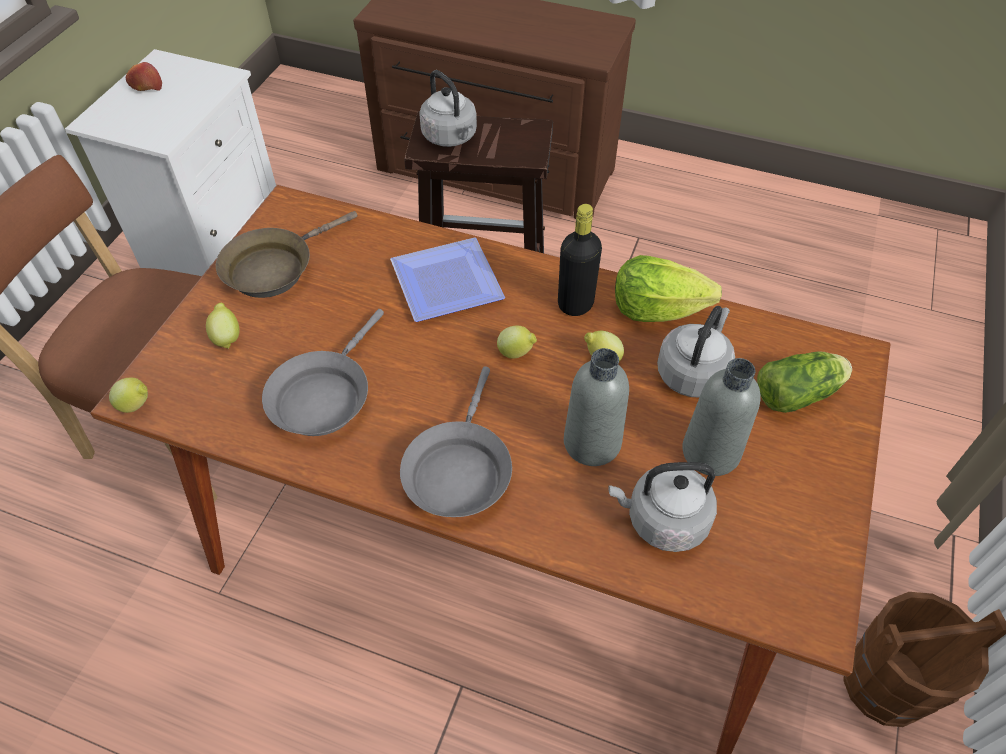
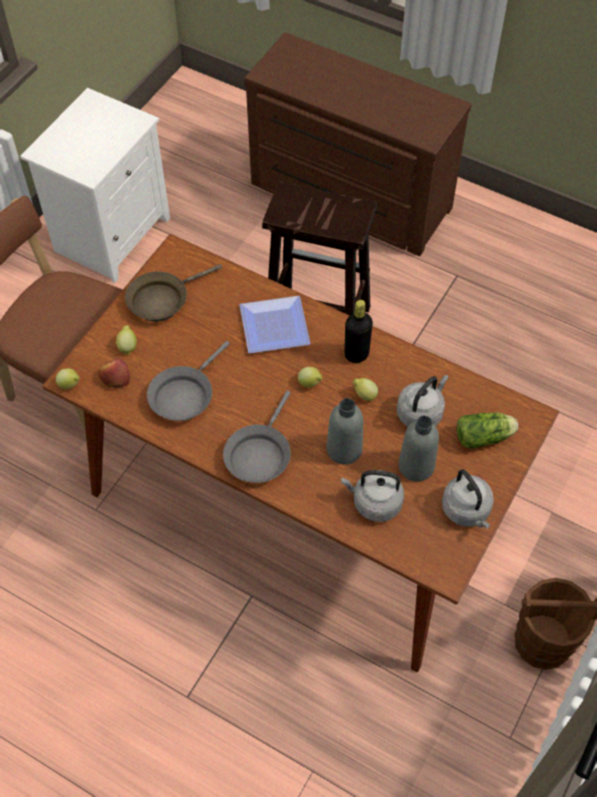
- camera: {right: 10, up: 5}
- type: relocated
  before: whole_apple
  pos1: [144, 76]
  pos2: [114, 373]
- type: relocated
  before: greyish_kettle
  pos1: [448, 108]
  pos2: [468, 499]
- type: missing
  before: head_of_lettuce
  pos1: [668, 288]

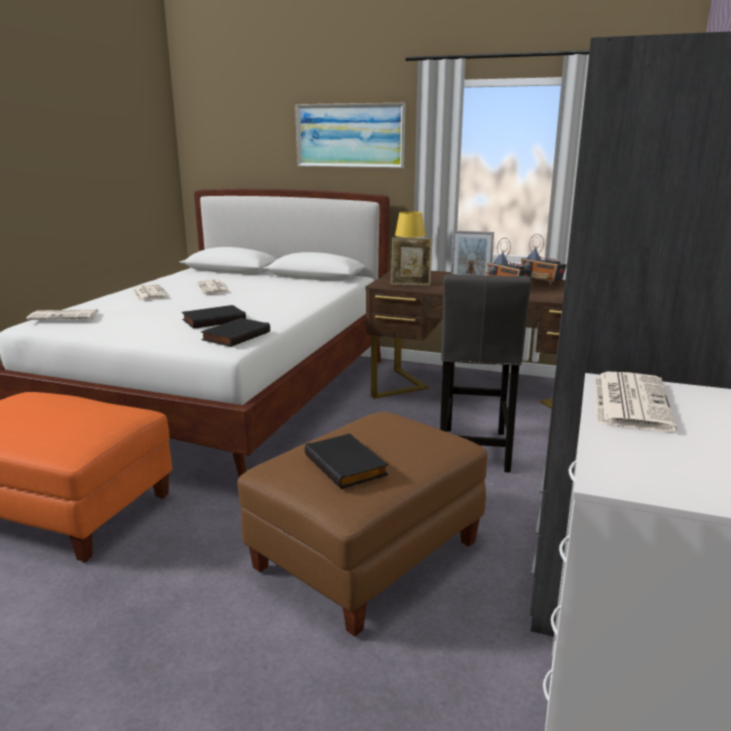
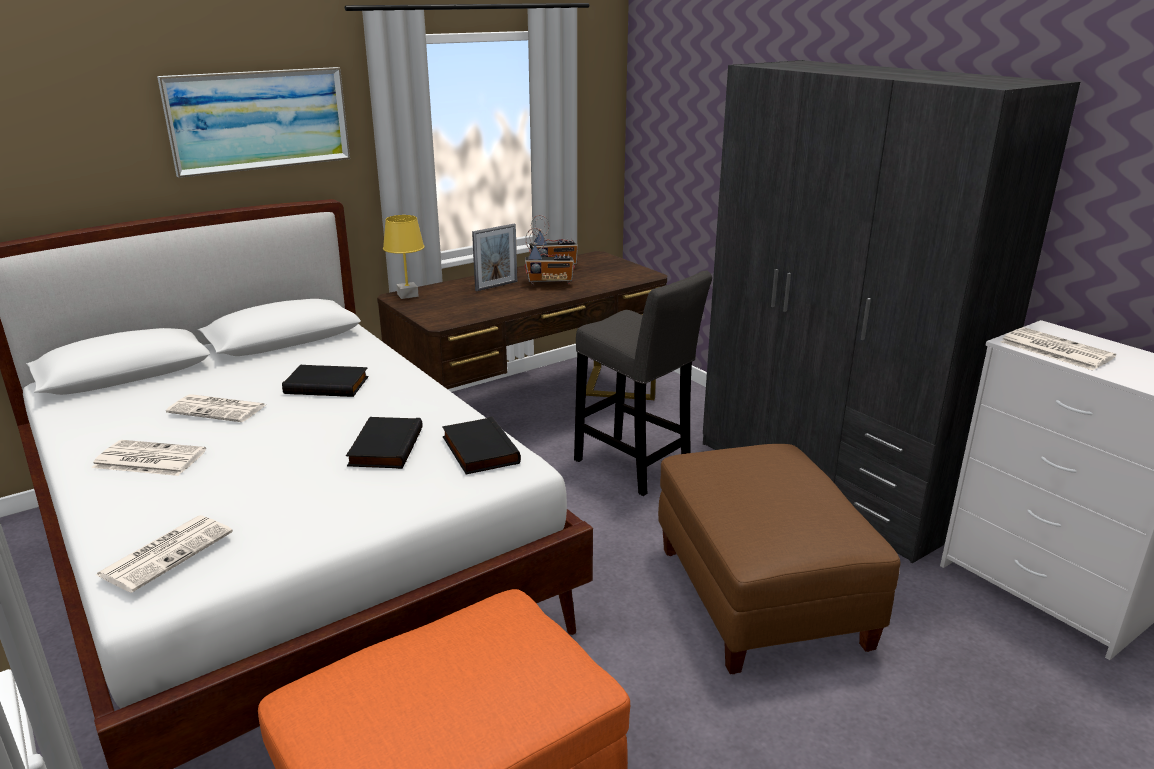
- camera: {right: -55, up: 5}
- type: missing
  before: photo_frame
  pos1: [411, 261]
- type: relocated
  before: black-coloured_bound_book
  pos1: [346, 461]
  pos2: [325, 381]

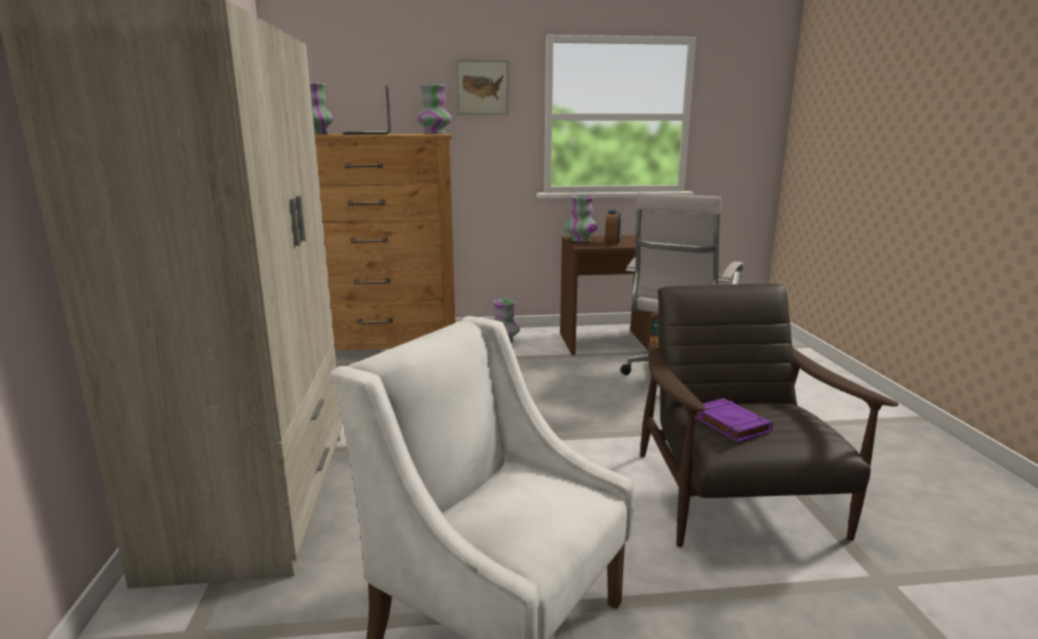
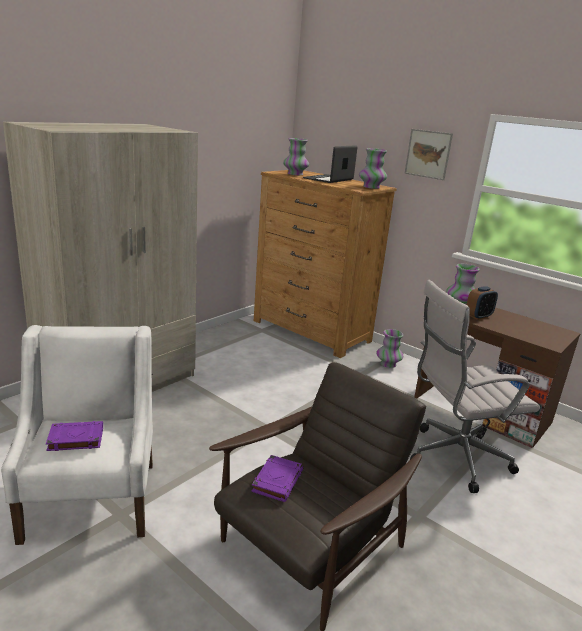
- camera: {right: 45, up: 5}
- type: appeared
  after: purplish_bound_book
  pos2: [74, 436]

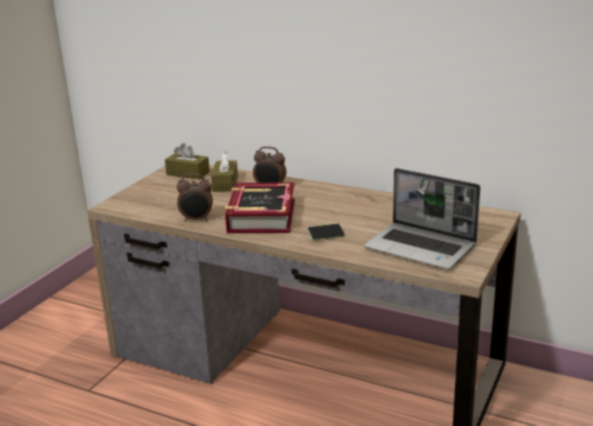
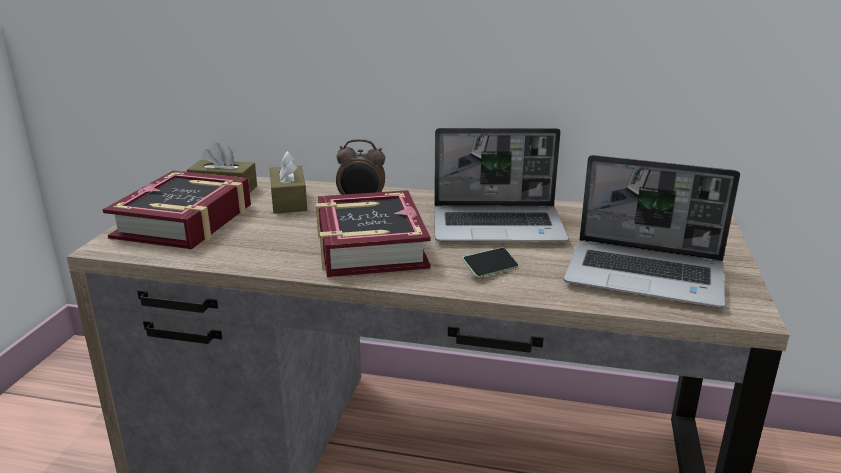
- camera: {right: -15, up: 0}
- type: missing
  before: alarm_clock
  pos1: [195, 198]
- type: appeared
  after: laptop
  pos2: [501, 185]
- type: appeared
  after: bound_book
  pos2: [177, 210]

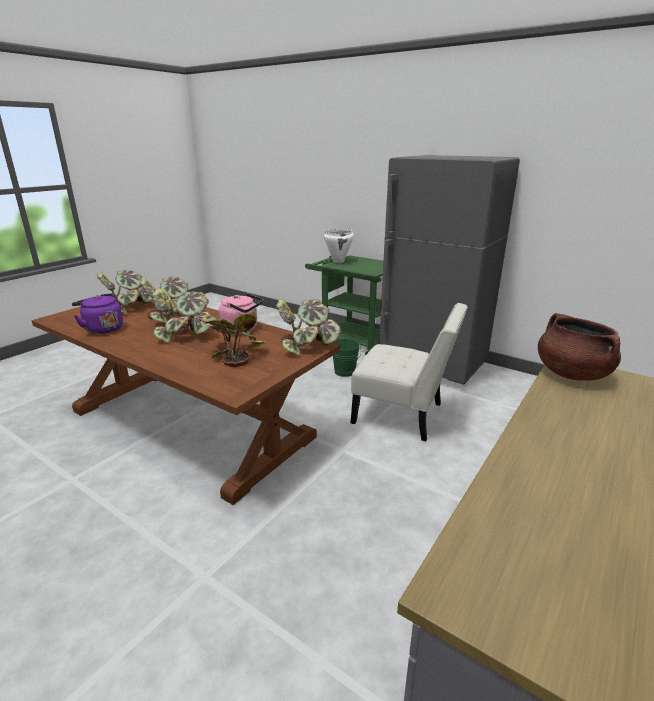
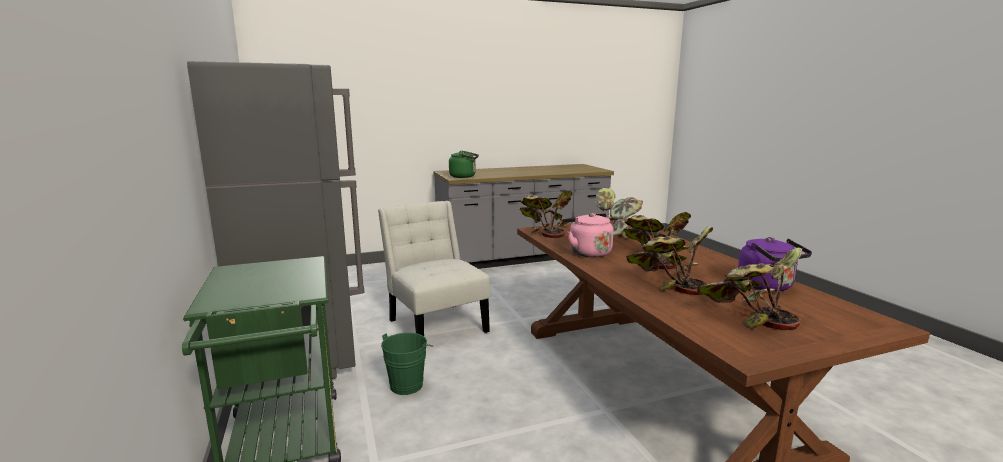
- camera: {right: -145, up: -10}
- type: missing
  before: whitish_stockpot
  pos1: [338, 246]
- type: exchanged
  before: brownish_stockpot
  after: green_kettle
  pos1: [579, 347]
  pos2: [464, 164]

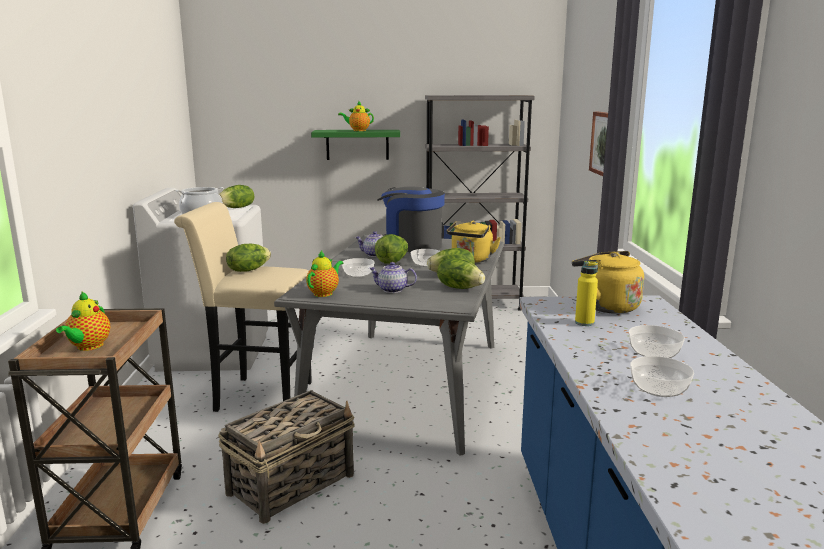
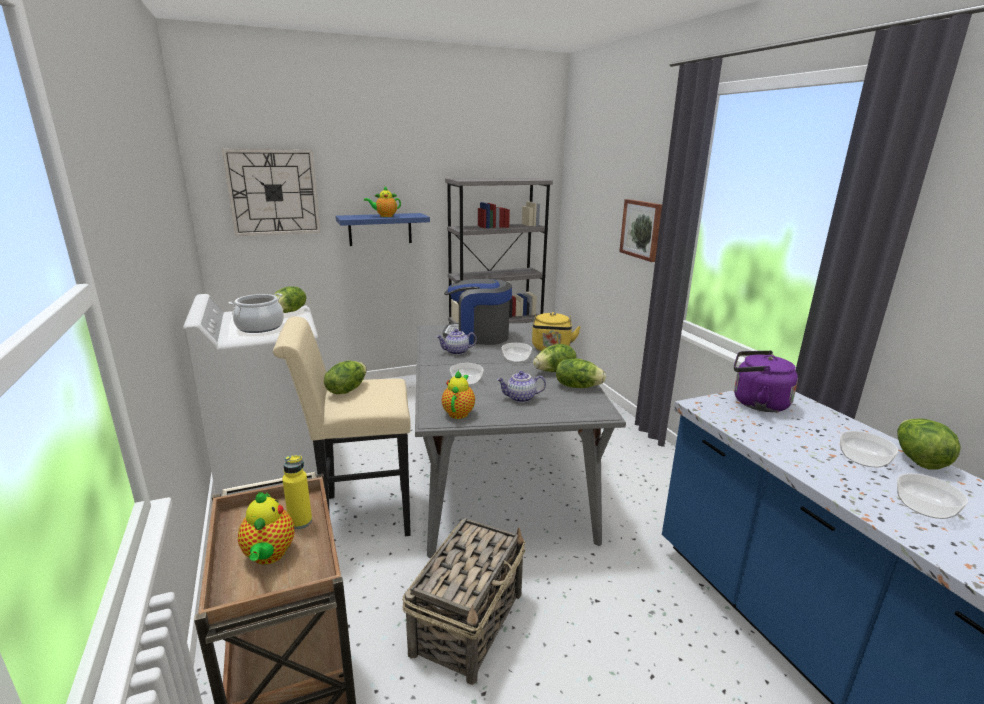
- camera: {right: -20, up: 5}
- type: colour
  before: green_bracket_shelf
  after: blue_bracket_shelf
  pos1: [355, 145]
  pos2: [383, 229]
- type: relocated
  before: head_of_lettuce
  pos1: [391, 249]
  pos2: [929, 443]
- type: colour
  before: yellowish_kettle
  after: purplish_kettle
  pos1: [608, 282]
  pos2: [766, 381]
- type: relocated
  before: yellowish_beverage_bottle
  pos1: [586, 293]
  pos2: [297, 492]
- type: appeared
  after: clock_on_the_wall
  pos2: [271, 192]

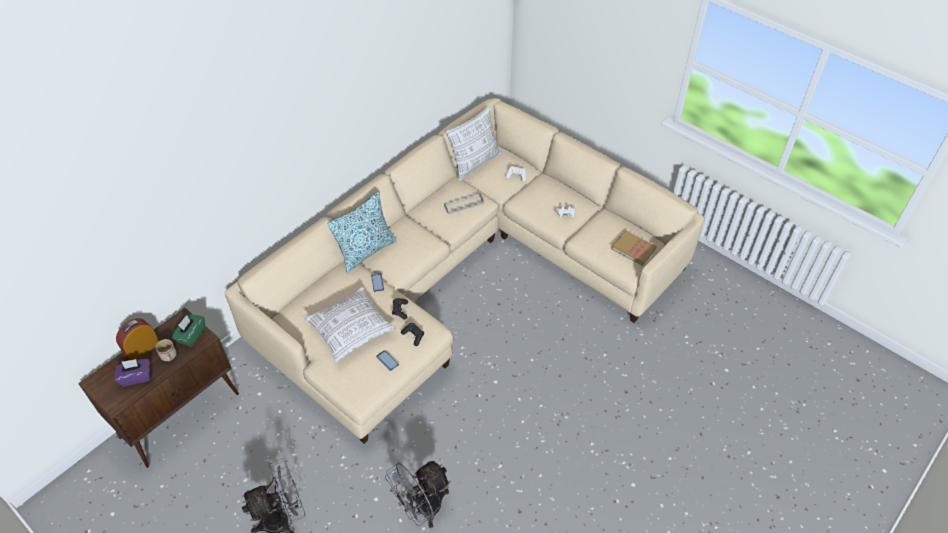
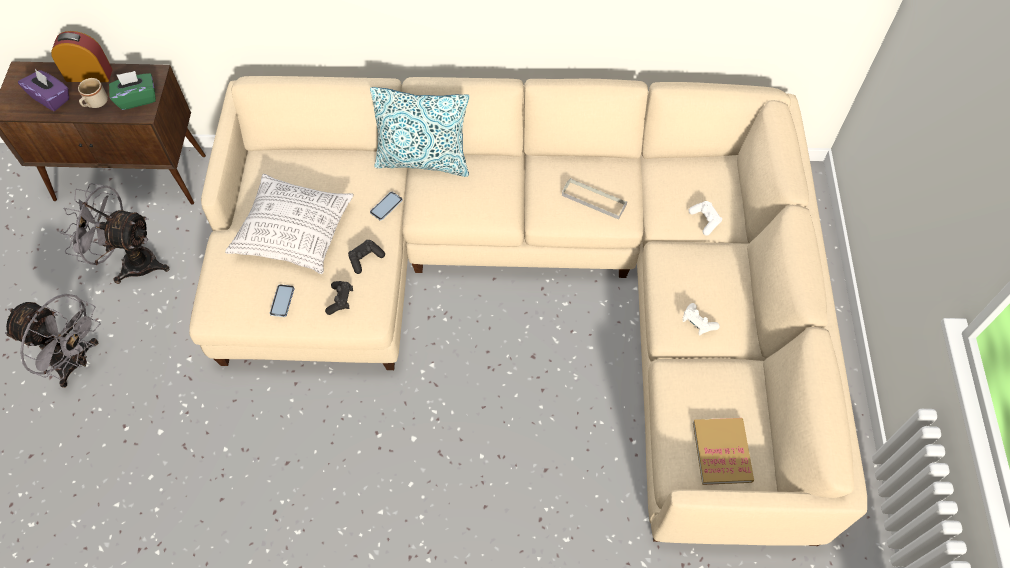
- camera: {right: 50, up: 10}
- type: missing
  before: cushion
  pos1: [474, 143]
- type: relocated
  before: greyish_fan
  pos1: [418, 494]
  pos2: [114, 233]

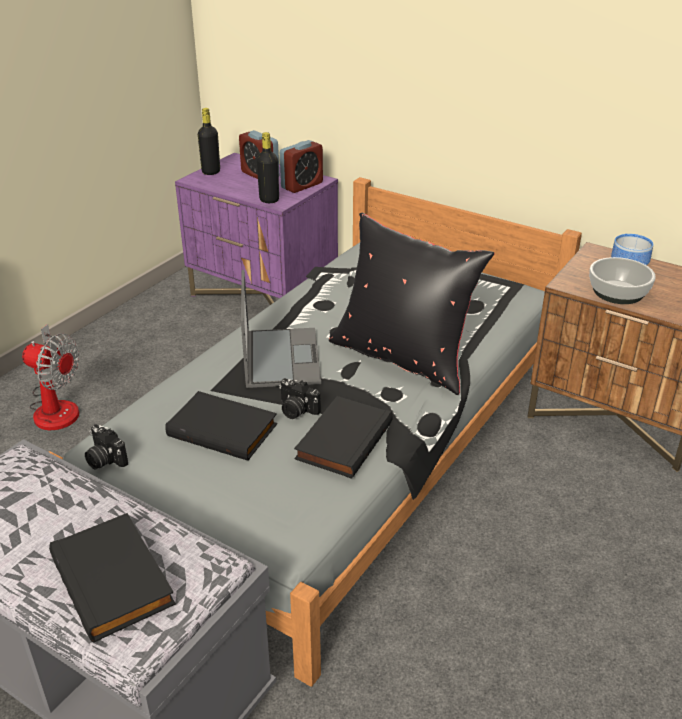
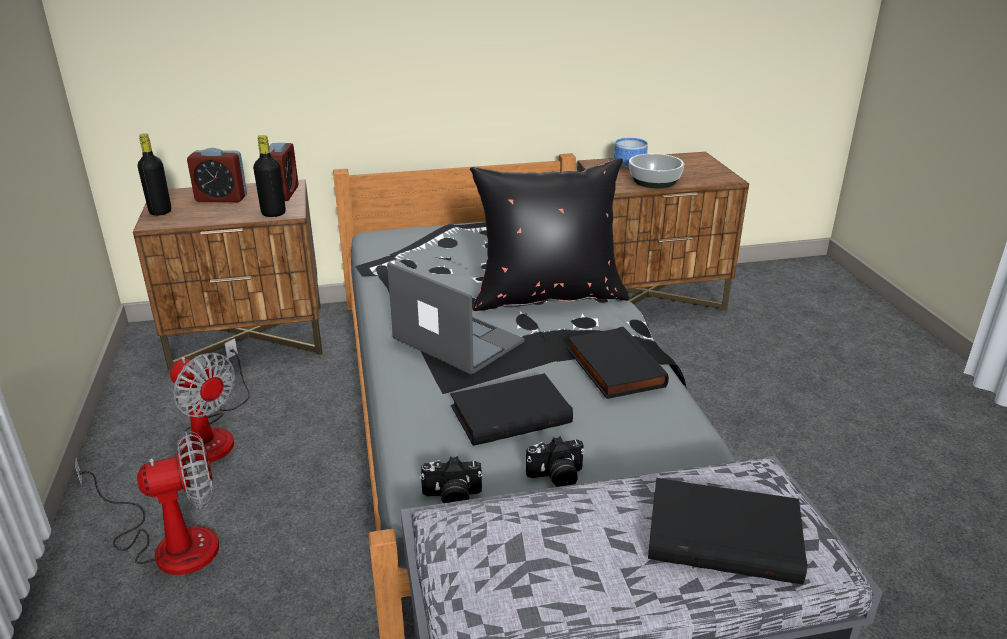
- camera: {right: -45, up: -5}
- type: colour
  before: purplish_bedside_table
  after: brownish_bedside_table
  pos1: [256, 229]
  pos2: [228, 276]
- type: relocated
  before: still_camera
  pos1: [300, 398]
  pos2: [555, 461]
- type: appeared
  after: fan
  pos2: [210, 400]

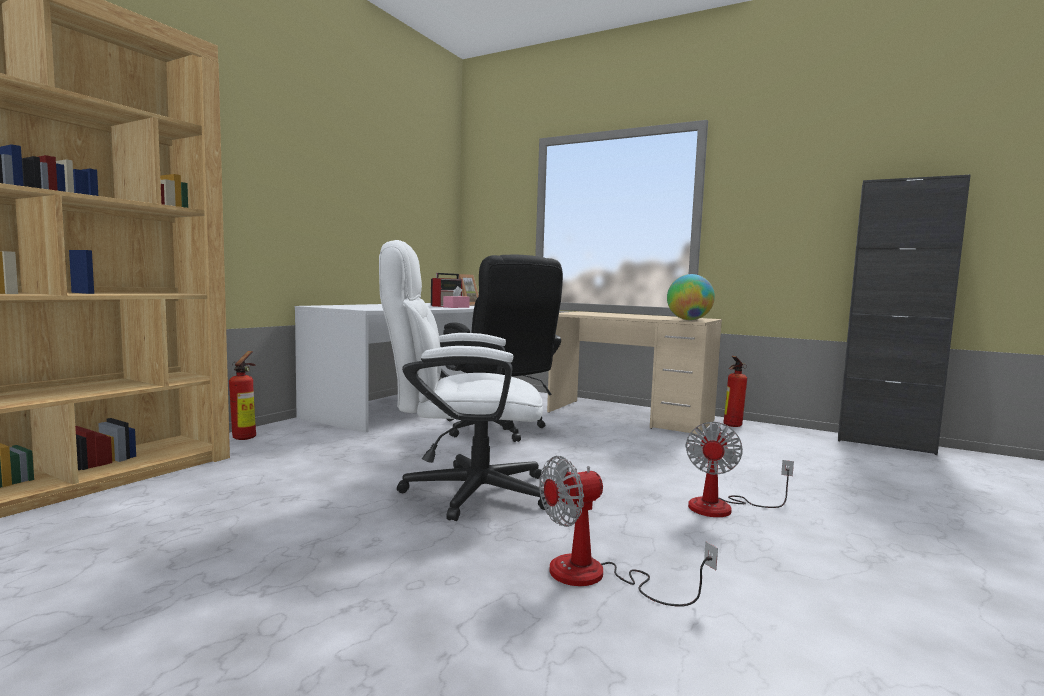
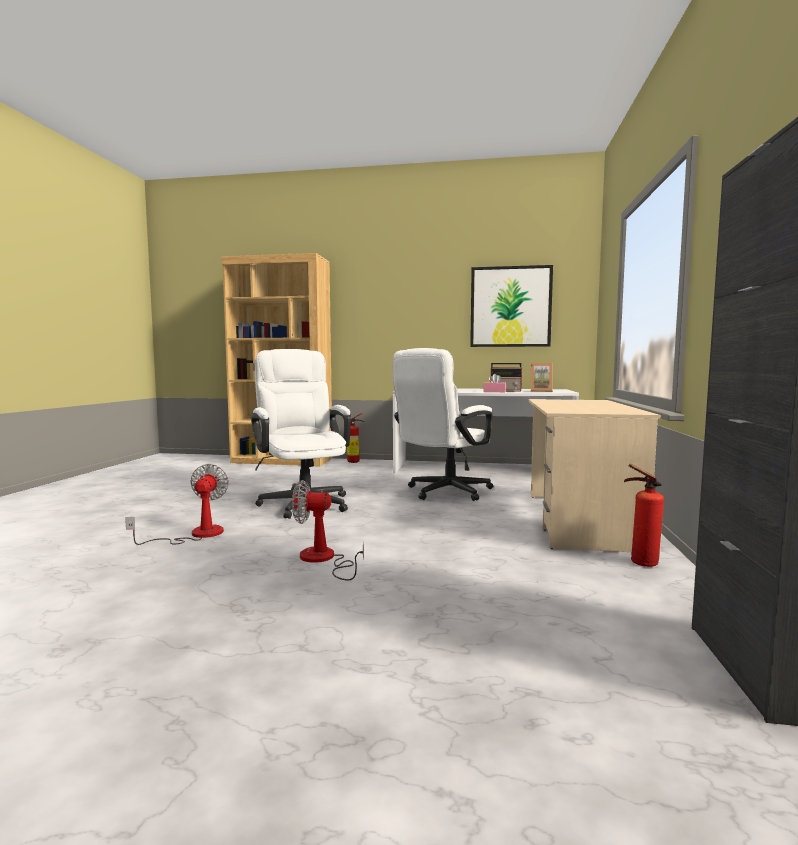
- camera: {right: 70, up: 0}
- type: colour
  before: black-coloured_office_chair
  after: whitish_office_chair
  pos1: [503, 348]
  pos2: [442, 424]
- type: missing
  before: world_globe
  pos1: [691, 297]
- type: spun
  before: fan
  pos1: [628, 531]
  pos2: [177, 504]
  turn: 45
- type: appeared
  after: picture
  pos2: [511, 306]

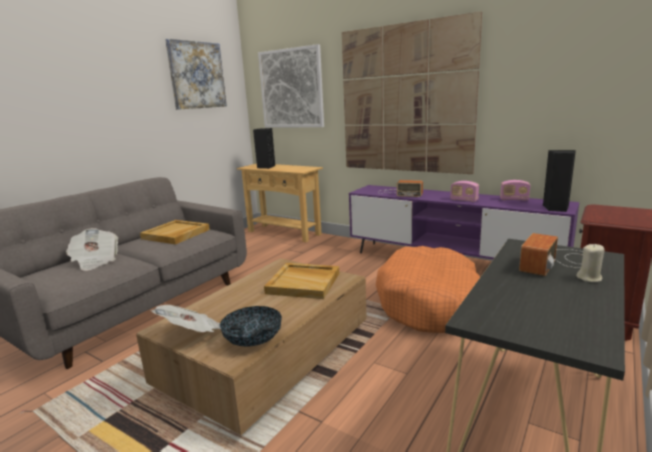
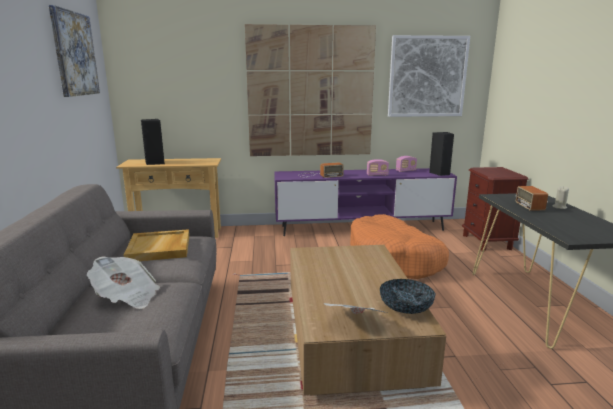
- camera: {right: -40, up: 0}
- type: relocated
  before: picture
  pos1: [291, 85]
  pos2: [429, 76]
- type: missing
  before: beige-coloured_tray
  pos1: [301, 281]

